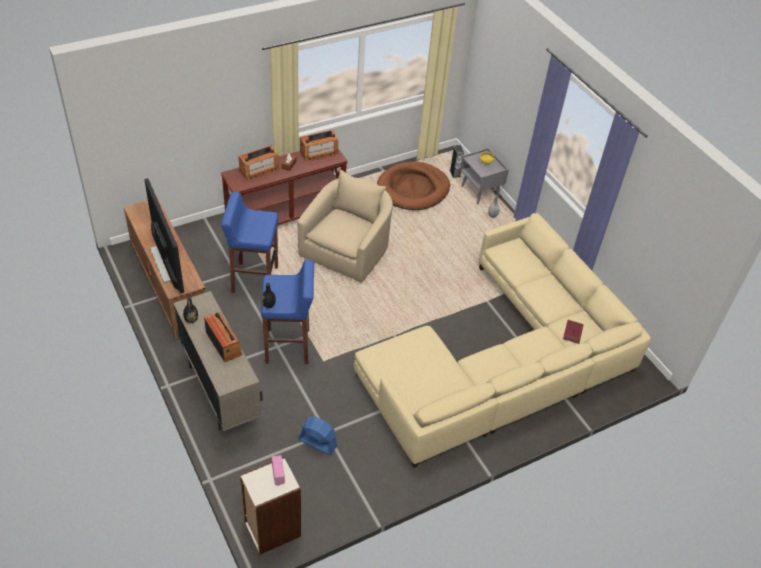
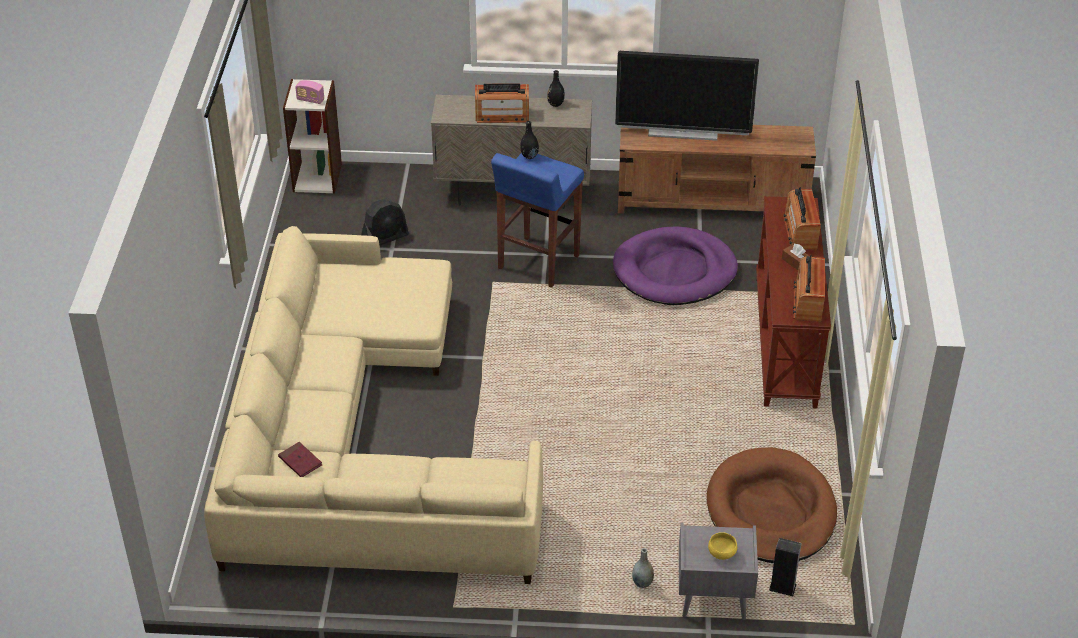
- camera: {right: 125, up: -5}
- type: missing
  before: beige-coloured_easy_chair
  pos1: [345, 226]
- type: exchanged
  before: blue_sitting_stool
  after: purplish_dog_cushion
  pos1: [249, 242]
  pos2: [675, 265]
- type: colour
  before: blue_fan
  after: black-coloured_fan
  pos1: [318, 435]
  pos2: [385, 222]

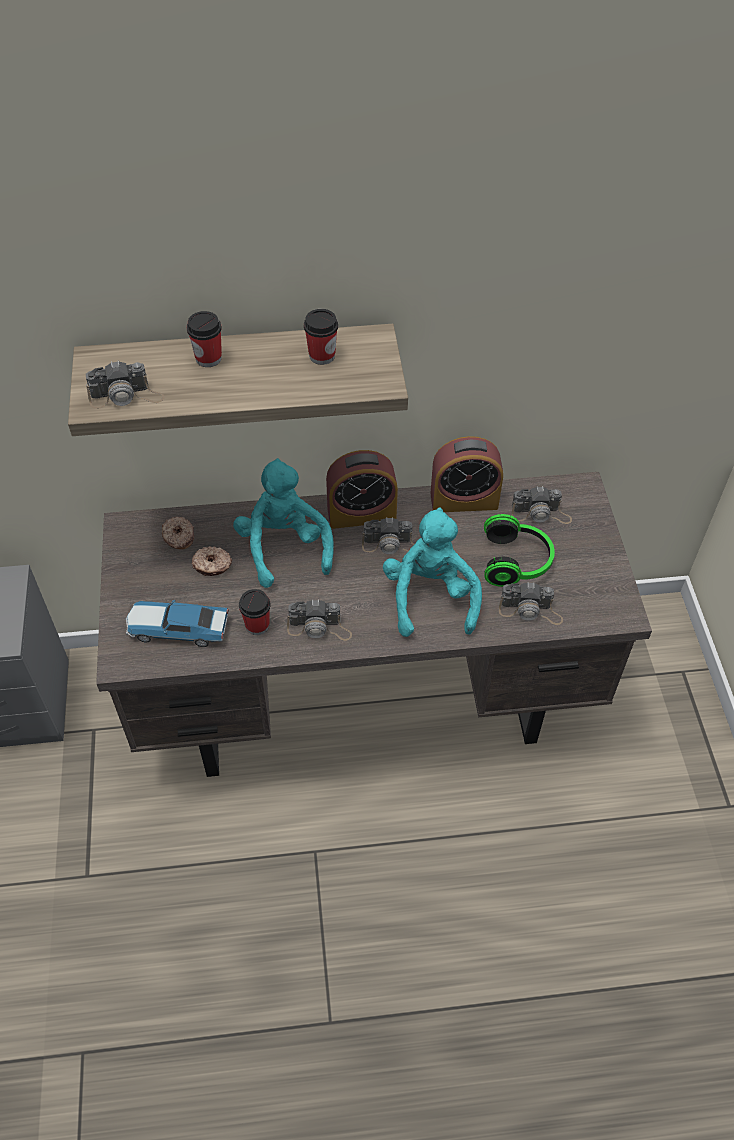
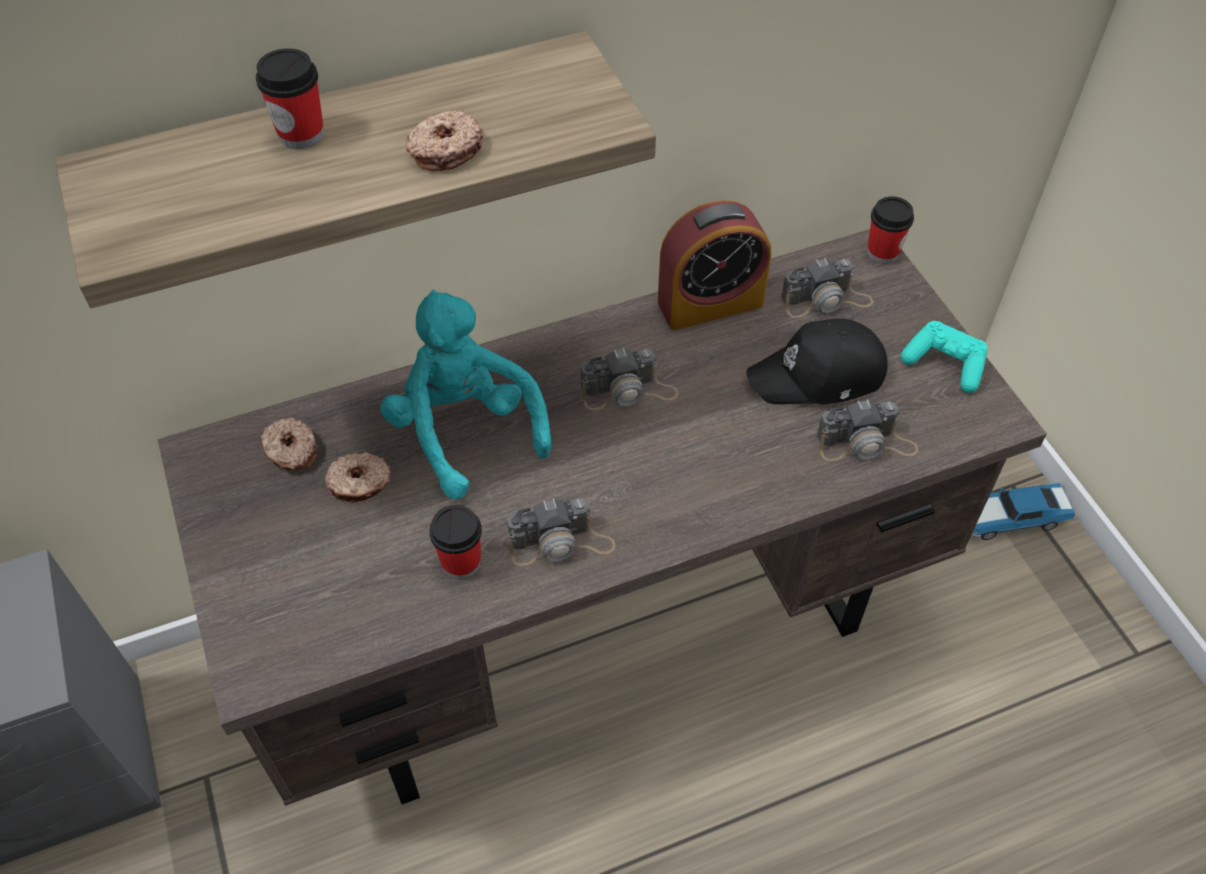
- camera: {right: -15, up: 0}
- type: relocated
  before: small_cup
  pos1: [321, 337]
  pos2: [890, 230]
- type: missing
  before: still_camera
  pos1: [125, 384]
- type: missing
  before: alarm_clock
  pos1: [362, 489]
- type: missing
  before: blue-green_plush_toy
  pos1: [432, 572]
- type: exchanged
  before: pair_of_headphones
  after: black-coloured_baseball_cap
  pos1: [519, 550]
  pos2: [817, 361]
- type: relocated
  before: miniature_car
  pos1: [177, 623]
  pos2: [1023, 511]
- type: appeared
  after: ring_doughnut
  pos2: [444, 140]
- type: appeared
  after: blue-green_gamepad
  pos2: [944, 357]

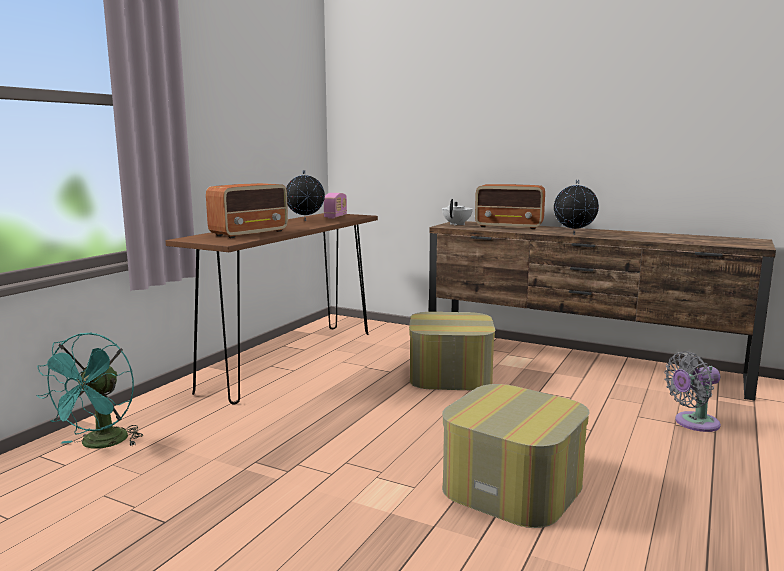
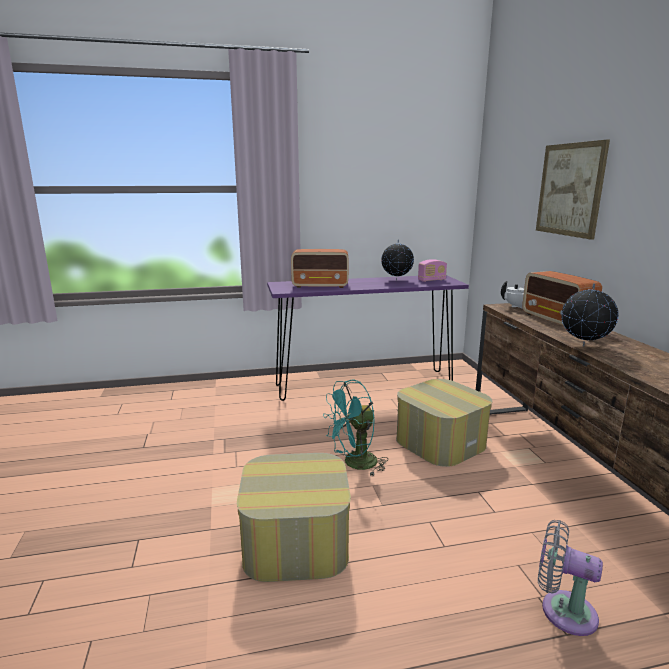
- camera: {right: 50, up: 5}
- type: colour
  before: brownish_narrow_table
  after: purplish_narrow_table
  pos1: [272, 308]
  pos2: [368, 338]
- type: relocated
  before: blue-green_fan
  pos1: [90, 390]
  pos2: [355, 427]
- type: appeared
  after: picture
  pos2: [573, 190]

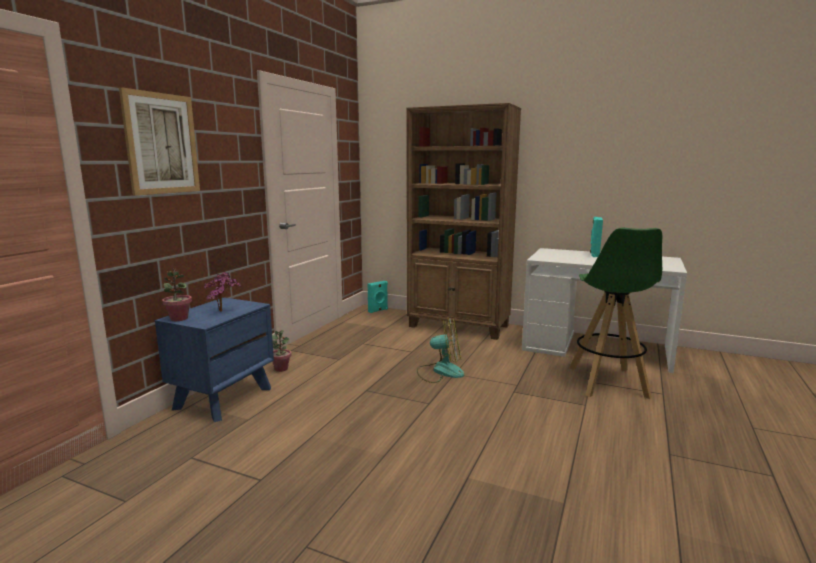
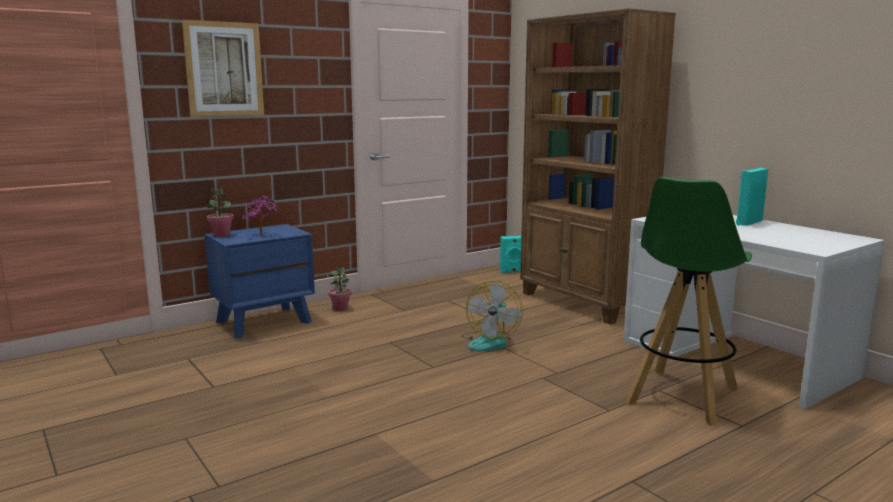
- camera: {right: 30, up: 0}
- type: spun
  before: fan
  pos1: [440, 350]
  pos2: [492, 316]
  turn: 75

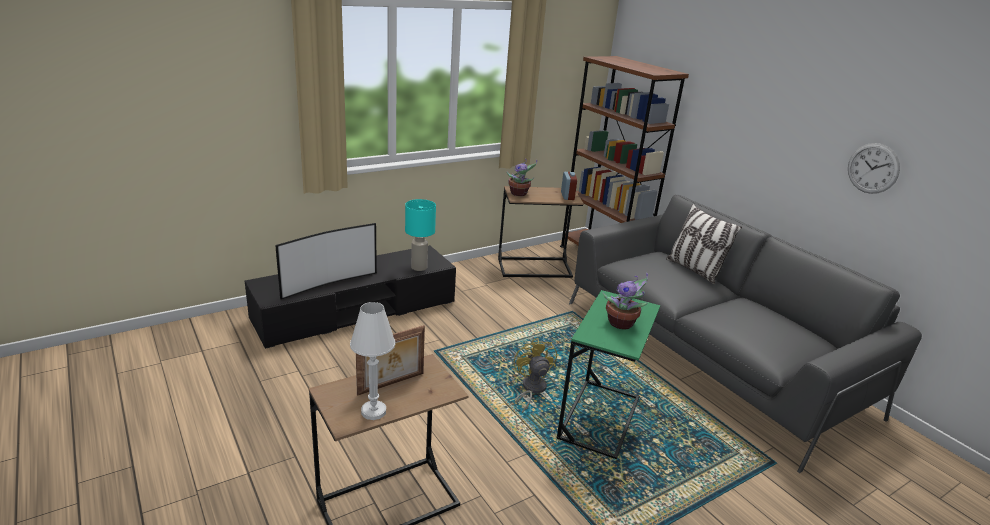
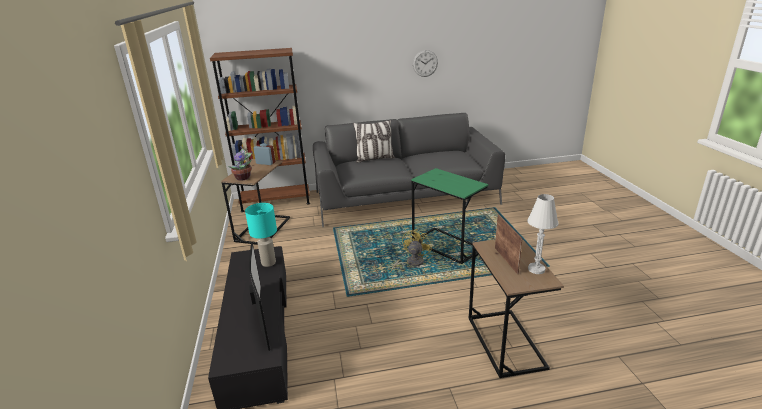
- camera: {right: -65, up: 0}
- type: missing
  before: houseplant
  pos1: [625, 301]
- type: spun
  before: yellowish_fan
  pos1: [535, 375]
  pos2: [411, 250]
  turn: 105

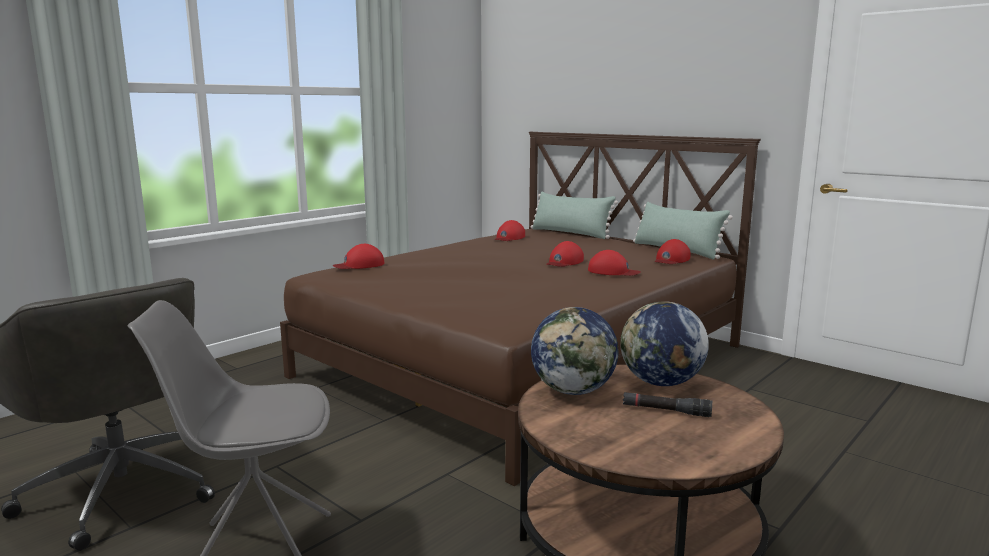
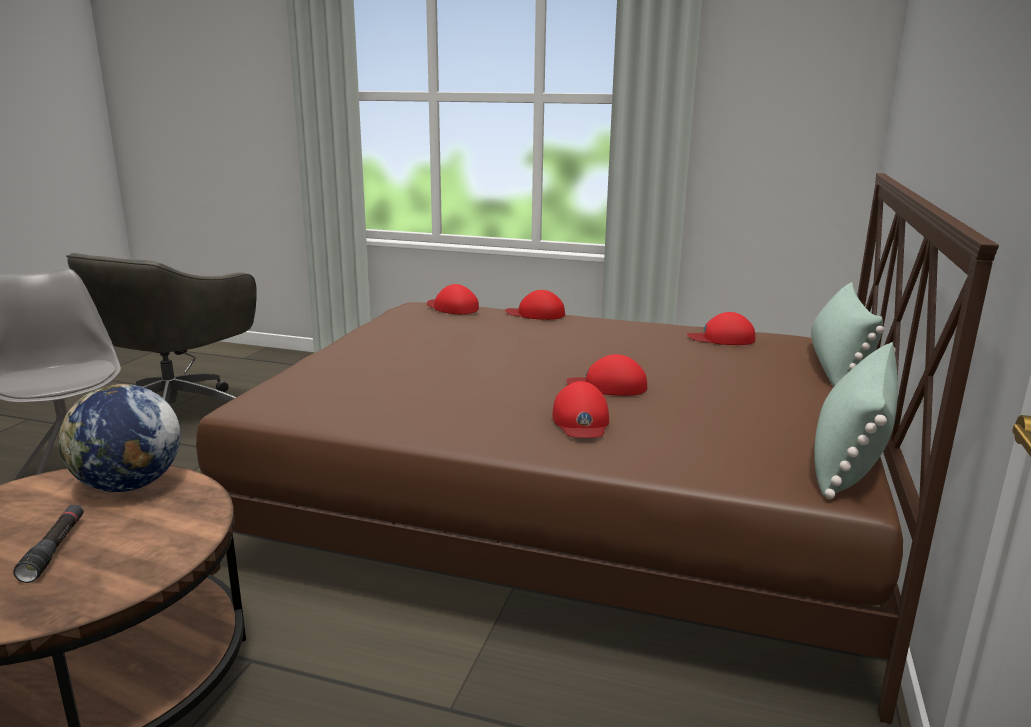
- camera: {right: 65, up: 5}
- type: relocated
  before: red_baseball_cap
  pos1: [672, 251]
  pos2: [535, 305]
- type: missing
  before: world_globe
  pos1: [664, 343]

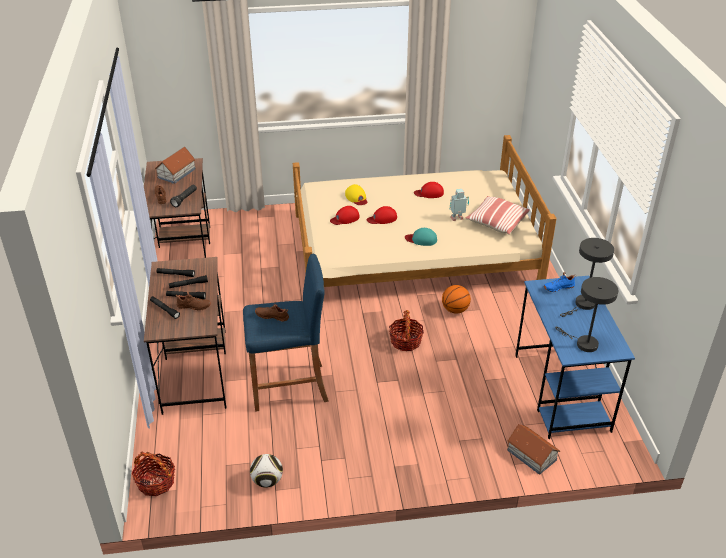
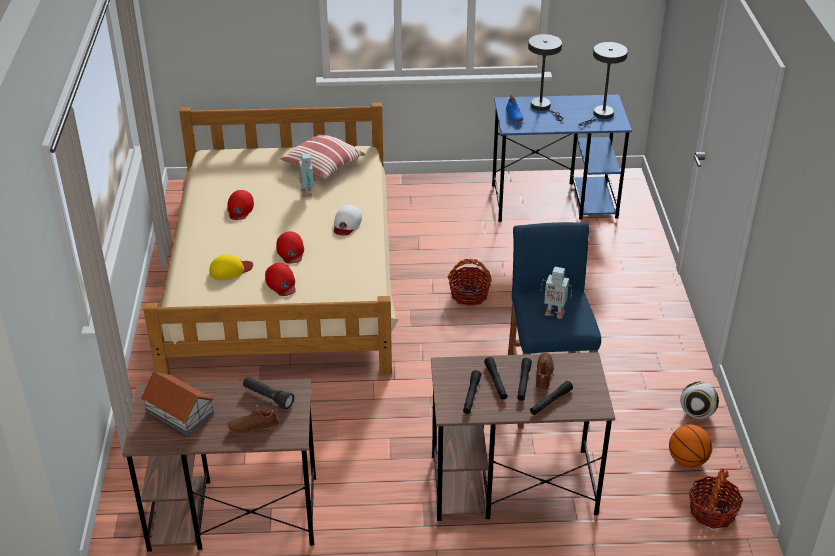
- camera: {right: -85, up: 0}
- type: colour
  before: blue-green_baseball_cap
  after: whitish_baseball_cap
  pos1: [421, 237]
  pos2: [348, 220]
- type: relocated
  before: ball_for_basketball
  pos1: [456, 299]
  pos2: [691, 446]
- type: exchanged
  before: brownish_low_shoe
  after: model_robot
  pos1: [272, 312]
  pos2: [556, 293]
- type: missing
  before: toy_house
  pos1: [534, 449]

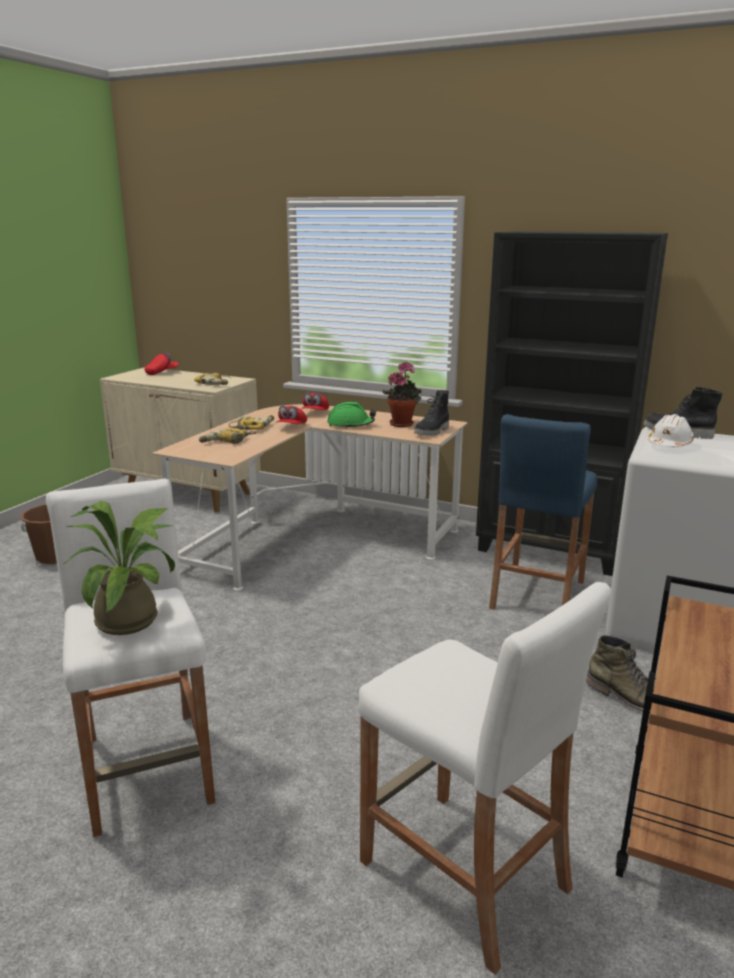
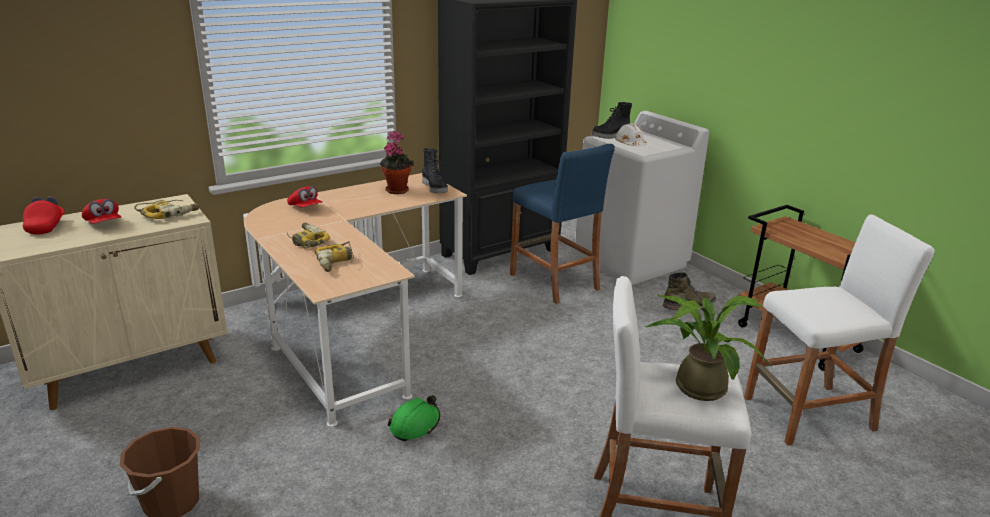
- camera: {right: -60, up: 5}
- type: relocated
  before: green_safety_helmet
  pos1: [351, 415]
  pos2: [414, 418]
- type: relocated
  before: red_baseball_cap
  pos1: [291, 414]
  pos2: [101, 211]

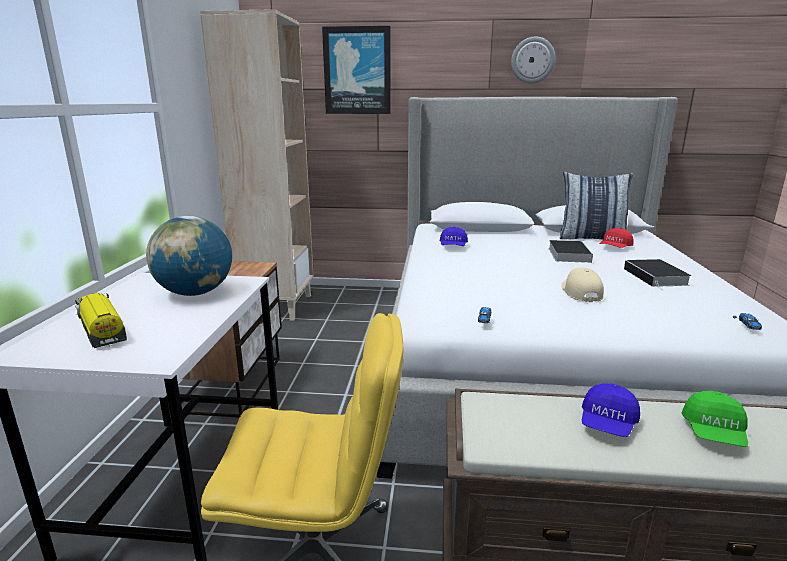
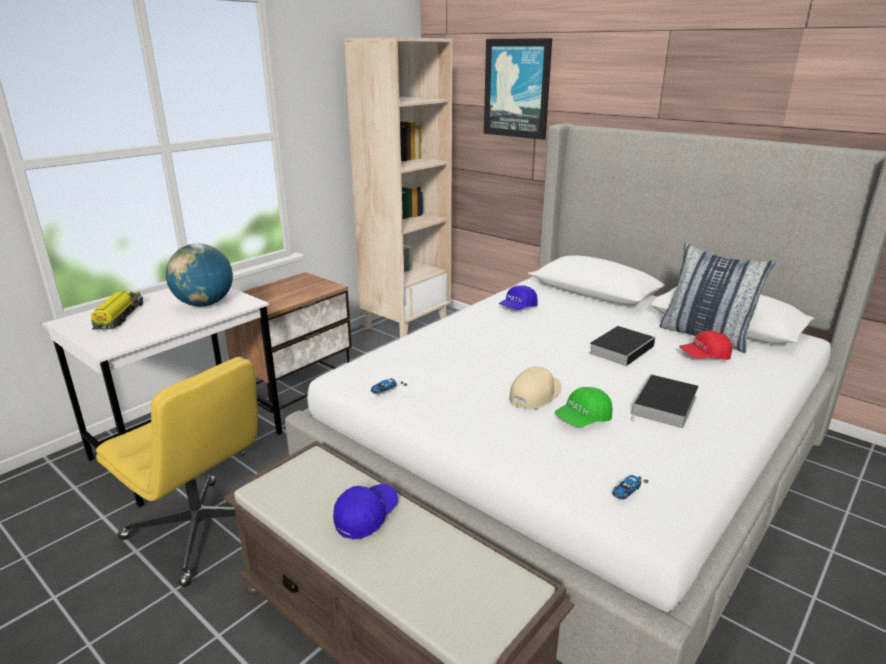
- camera: {right: 35, up: 5}
- type: missing
  before: clock_on_the_wall
  pos1: [533, 60]
- type: spun
  before: blue_baseball_cap
  pos1: [611, 410]
  pos2: [365, 512]
  turn: 150
- type: relocated
  before: green_baseball_cap
  pos1: [715, 419]
  pos2: [583, 407]

